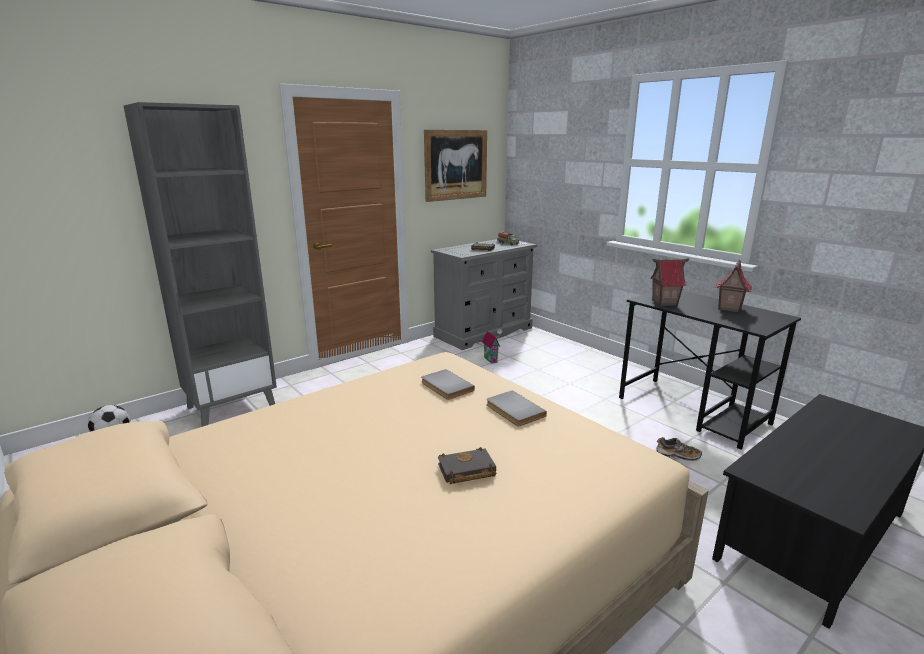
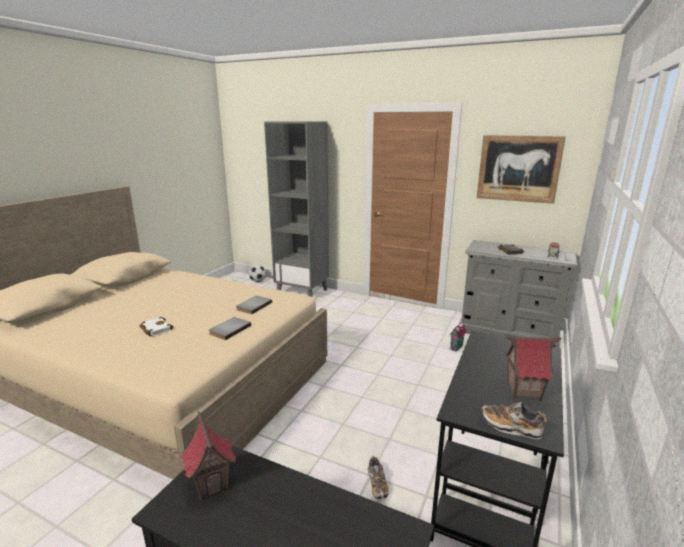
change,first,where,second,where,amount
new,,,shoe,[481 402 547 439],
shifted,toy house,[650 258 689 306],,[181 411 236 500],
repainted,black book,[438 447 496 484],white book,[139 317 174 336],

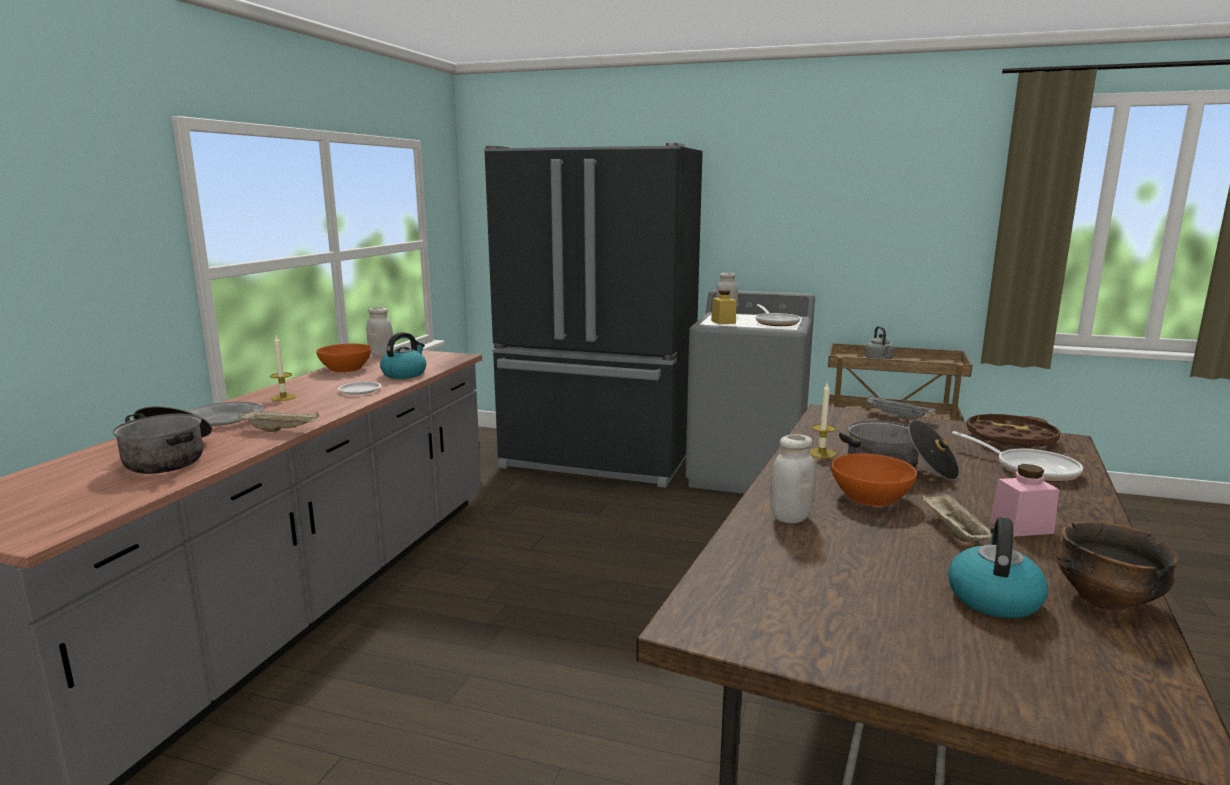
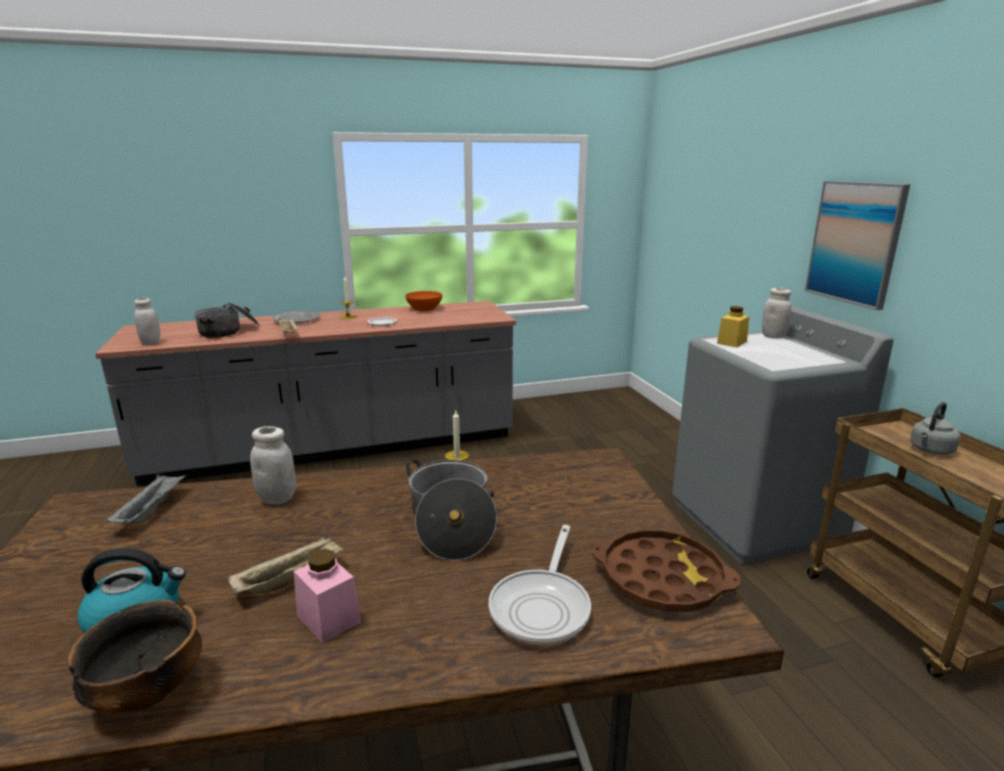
change,first,where,second,where,amount
gone,kettle,[380 332 426 379],,,
gone,black fridge,[484 143 703 488],,,
gone,frying pan,[755 304 801 326],,,
gone,orange bowl,[831 454 917 506],,,
new,,,picture,[805 181 910 310],
shifted,white jar,[366 307 394 357],,[134 298 160 345],
shifted,grey tray,[864 396 936 420],,[106 475 186 523],

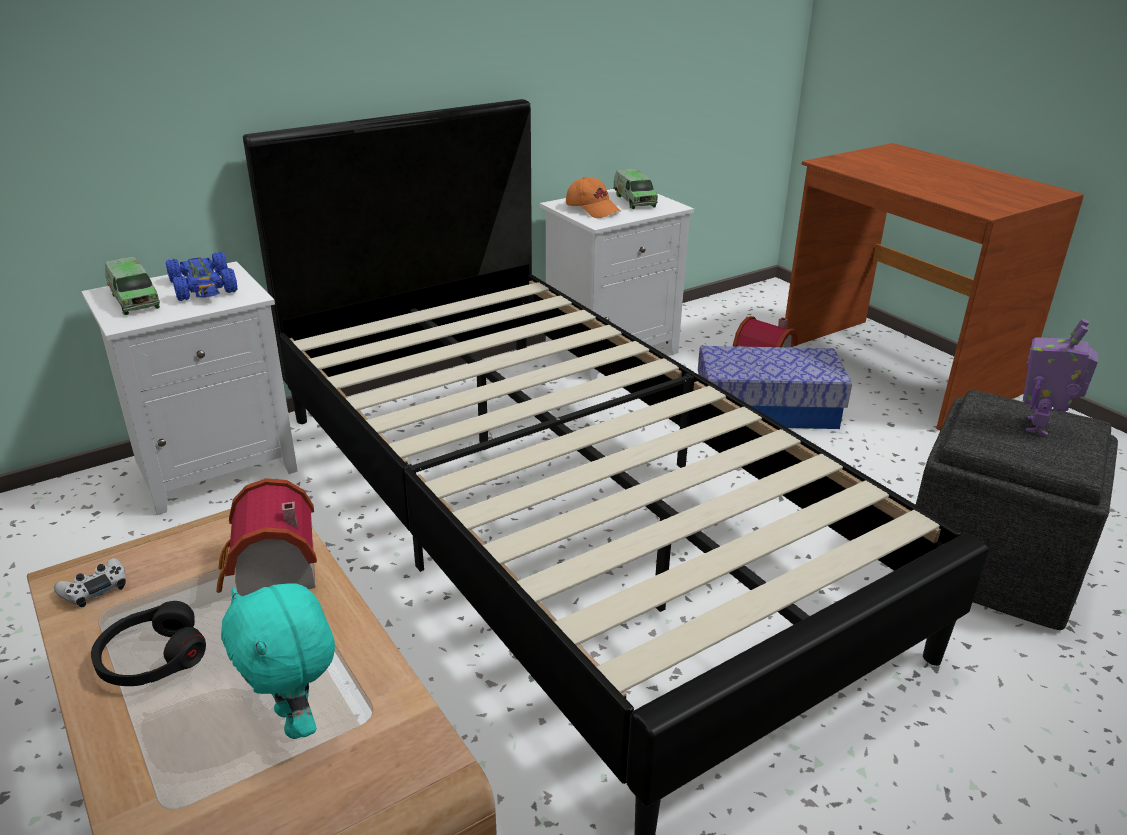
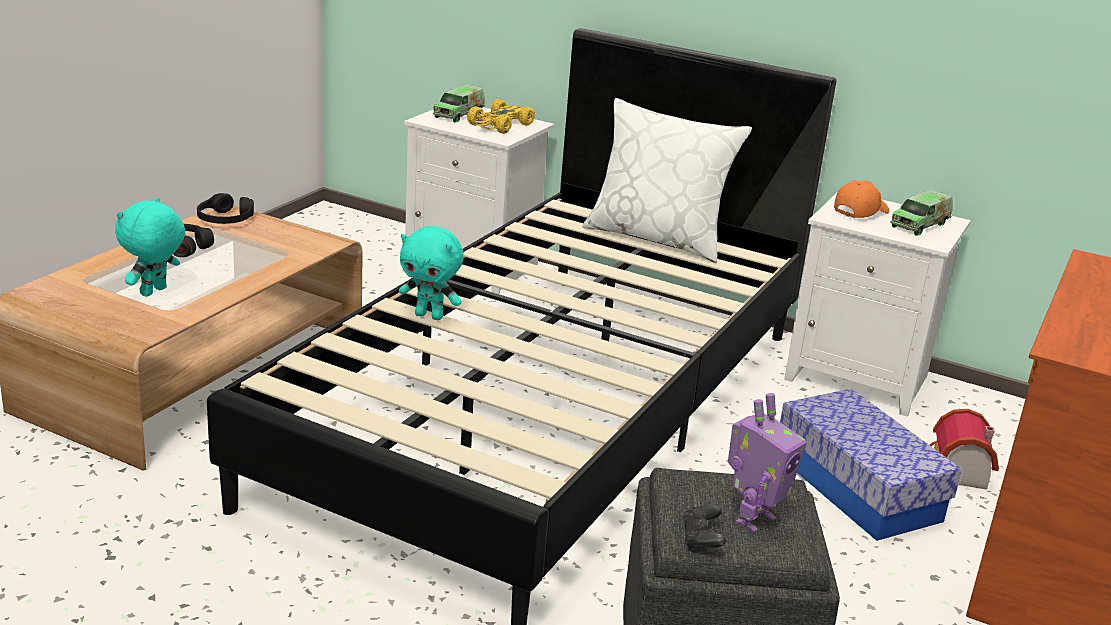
change,first,where,second,where,amount
gone,toy house,[216 478 317 596],,,
new,,,turquoise plush toy,[399 226 463 320],
new,,,white pillow,[582 98 752 263],
new,,,black game controller,[683 505 726 549],
swapped,white game controller,[54 558 126 607],black headphones,[197 193 254 224],
repainted,blue toy car,[166 252 238 301],yellow toy car,[467 99 535 134],
rotated,orange cap,[566 177 620 218],,[834 180 889 218],150 degrees counterclockwise
rotated,toy robot,[1023 319 1098 436],,[728 393 806 533],135 degrees clockwise

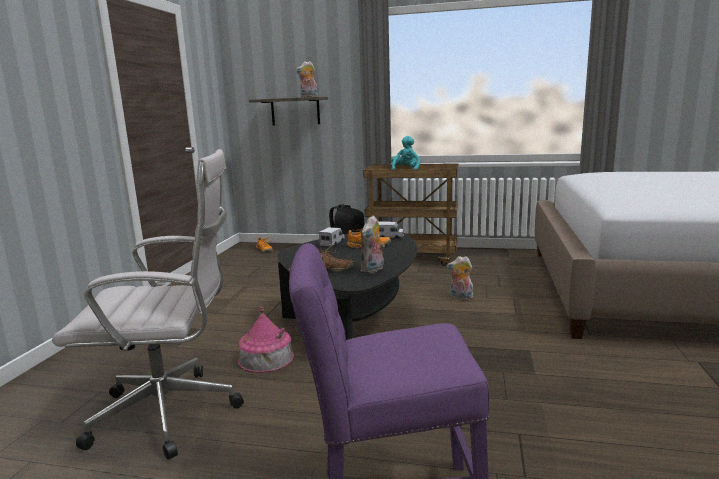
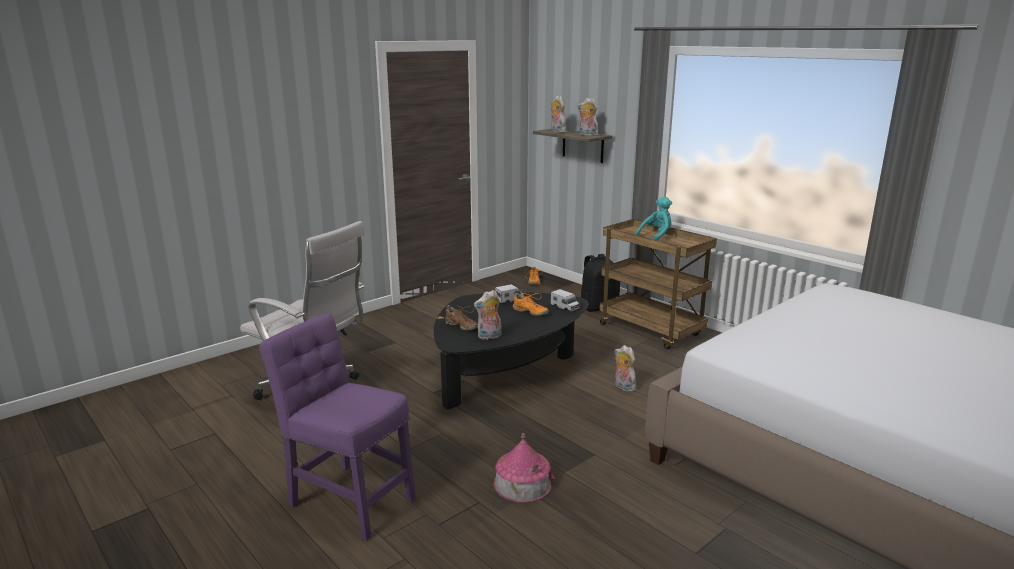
change,first,where,second,where,amount
new,,,plush toy,[551 96 566 133],
shifted,toy house,[238 307 294 373],,[494 433 556 503],

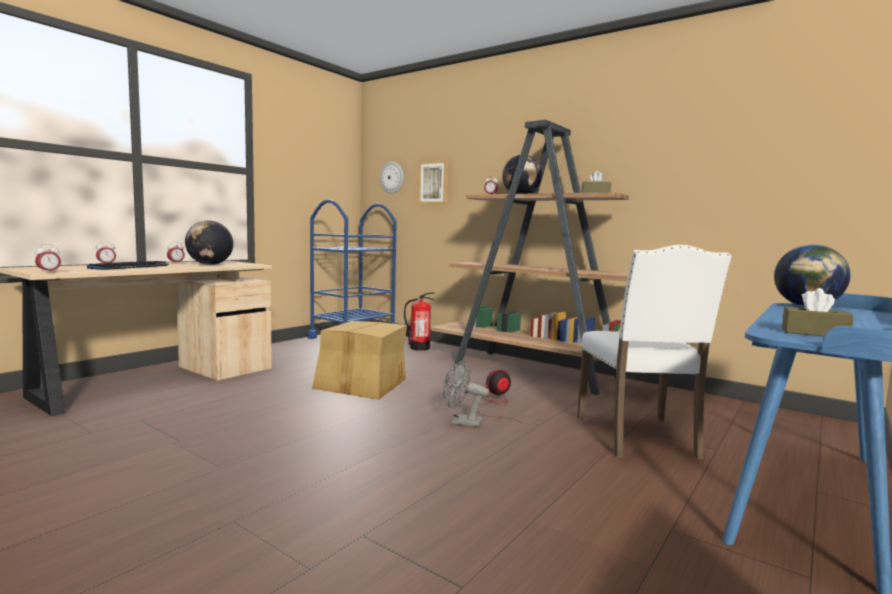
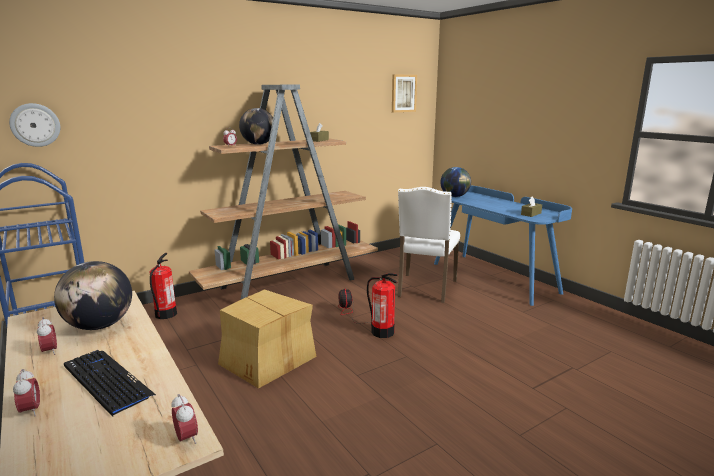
change,first,where,second,where,amount
shifted,picture,[418 160 448 204],,[392 74 417 112],
swapped,grey fan,[443 360 489 427],fire extinguisher,[367 273 398 338],
rotated,white chair,[577 245 732 459],,[397 187 460 303],90 degrees clockwise

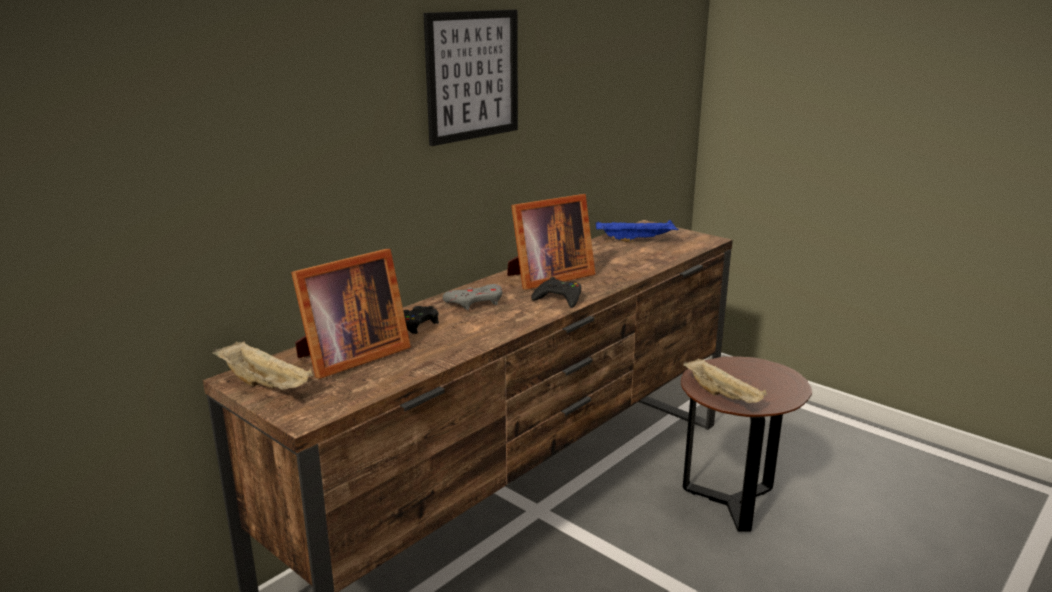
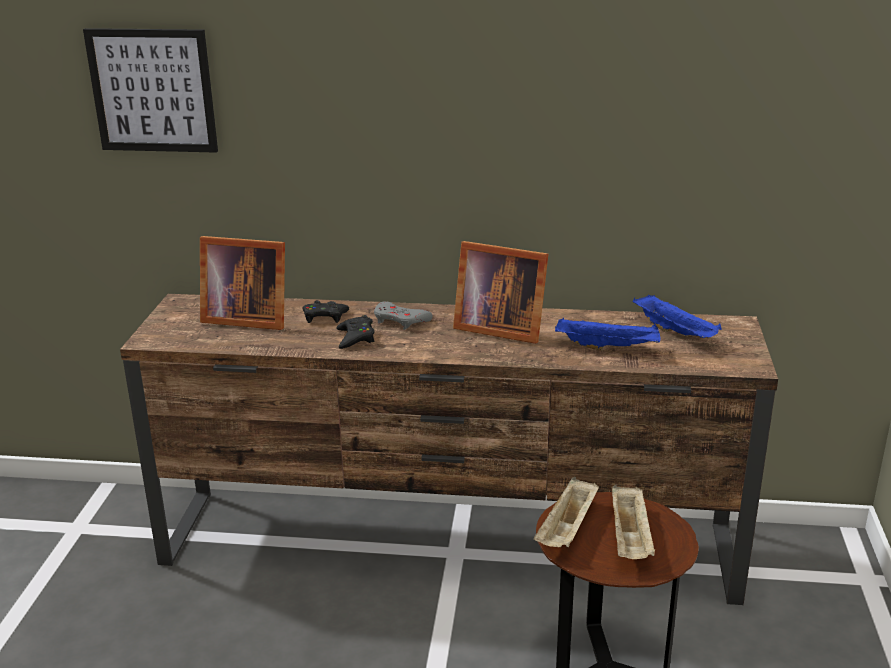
change,first,where,second,where,amount
new,,,blue tray,[555 318 661 350],
shifted,beige tray,[213 341 313 390],,[612 485 656 559],
shifted,picture,[423 10 518 146],,[83 28 218 153],
shifted,black game controller,[531 277 581 308],,[336 315 375 349],

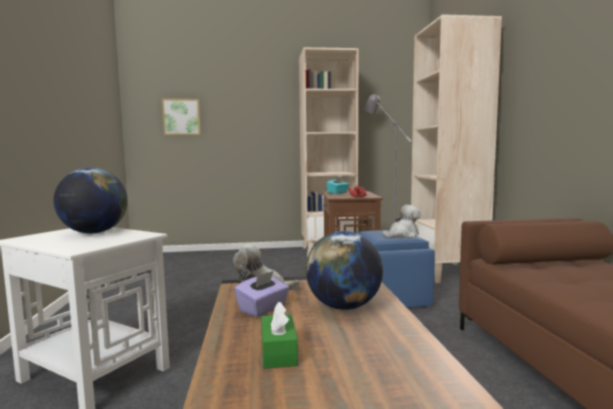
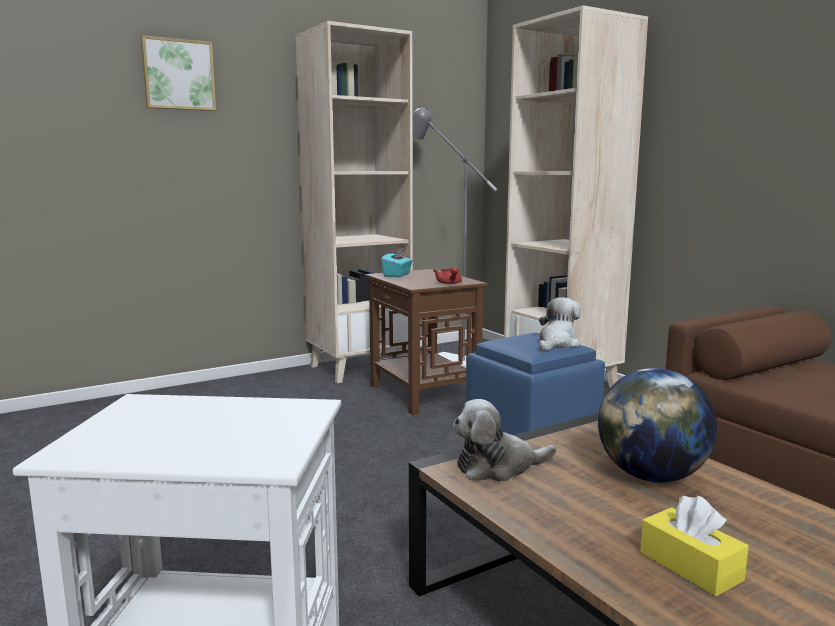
change,first,where,second,where,amount
gone,globe,[53 168 128 234],,,
gone,purple tissue box,[234 271 289 317],,,
shifted,picture,[162 99 201 135],,[141 35 216 111],
repainted,green tissue box,[261 302 298 369],yellow tissue box,[640 496 749 597],

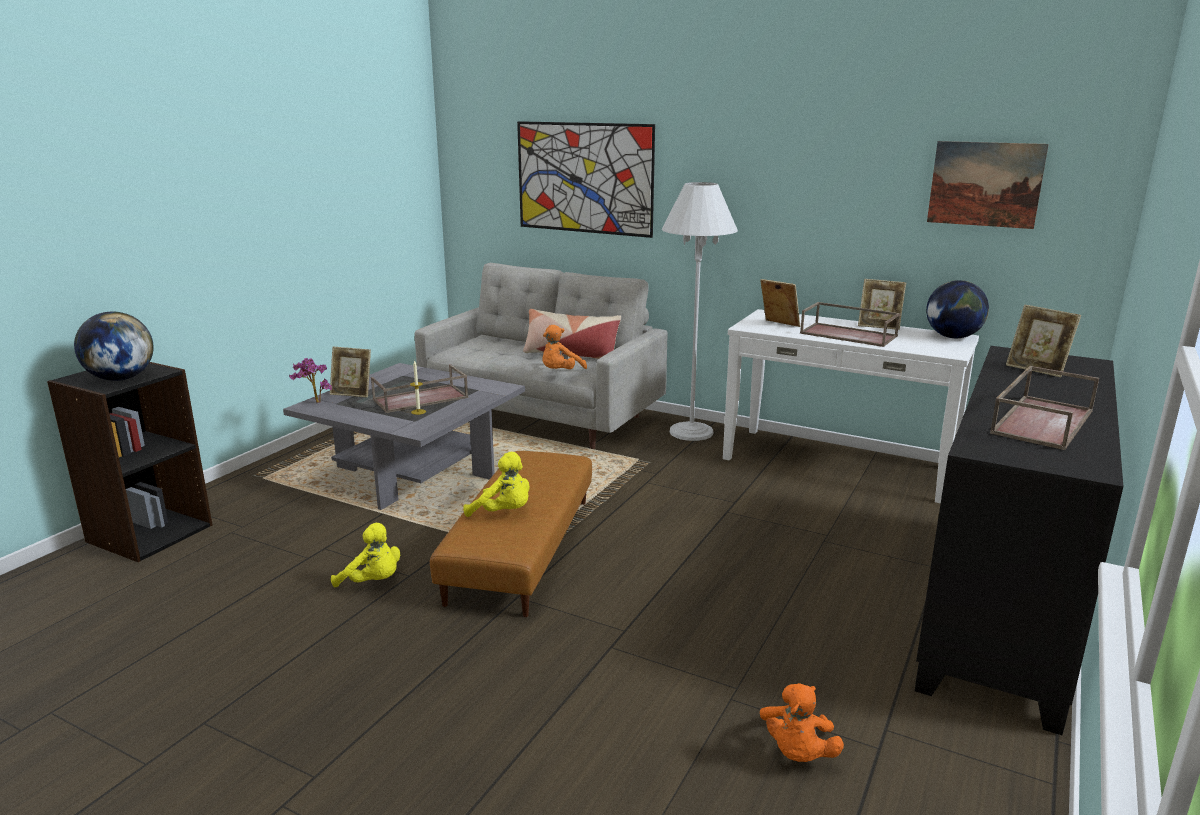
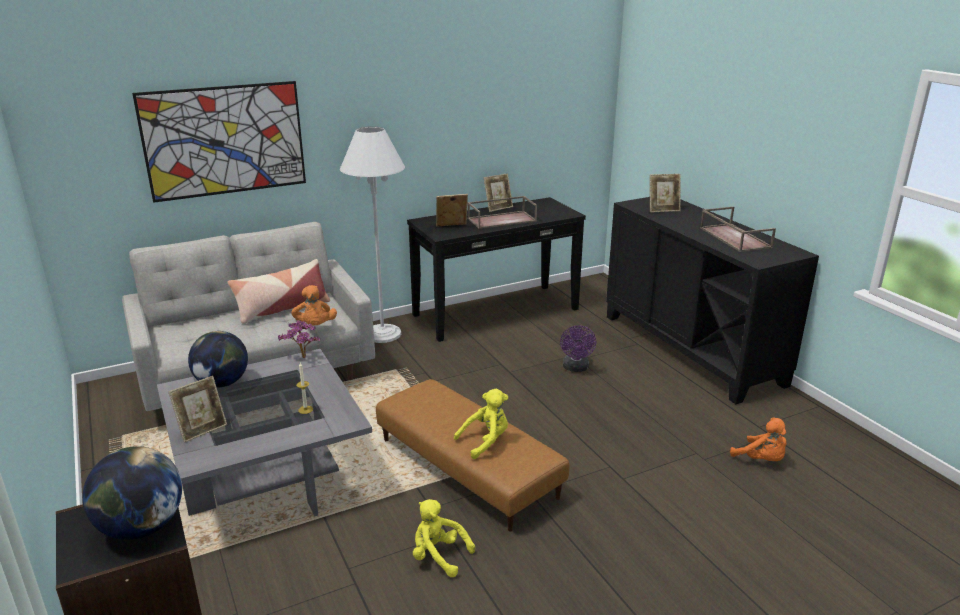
change,first,where,second,where,amount
gone,brown tray,[371 364 468 413],,,
gone,picture,[927 141 1049 229],,,
new,,,purple fan,[560 325 596 372],
shifted,potted plant,[289 358 332 403],,[278 320 320 358],
shifted,globe,[926 280 989 338],,[188 331 248 388],
repainted,white console table,[723 309 979 504],black console table,[407 197 586 342],
rotated,yellow plush toy,[331 523 400 587],,[413 499 475 577],120 degrees counterclockwise

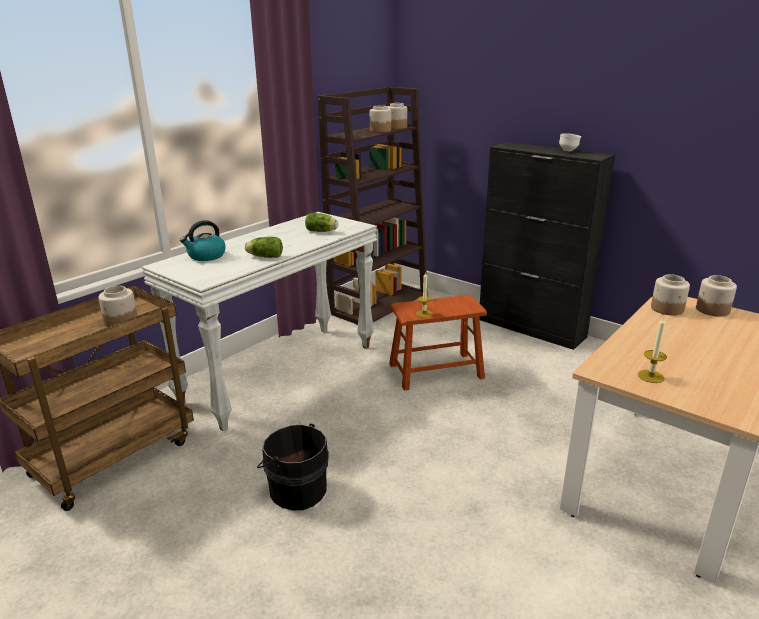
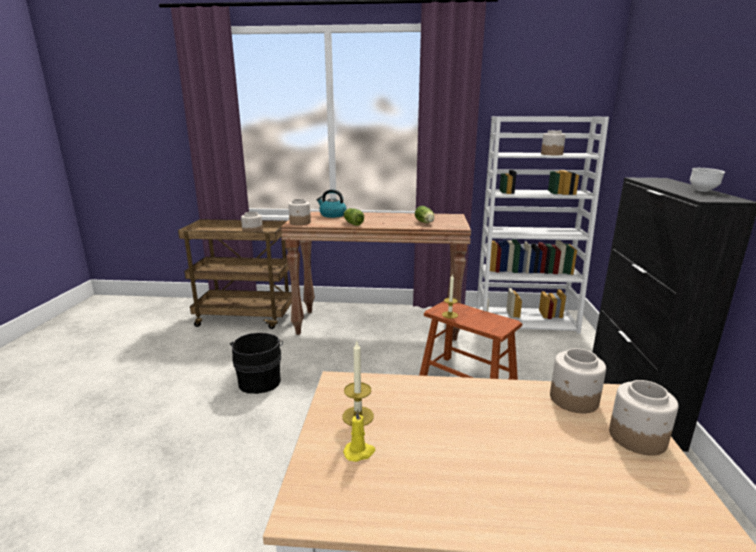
change,first,where,second,where,amount
new,,,yellow candle,[343 409 375 462],
shifted,jar,[387 103 407 129],,[288 199 311 225],
repainted,white console table,[142 212 377 431],brown console table,[281 211 471 341],
repainted,brown bookcase,[318 87 428 325],white bookcase,[476 116 609 333],

